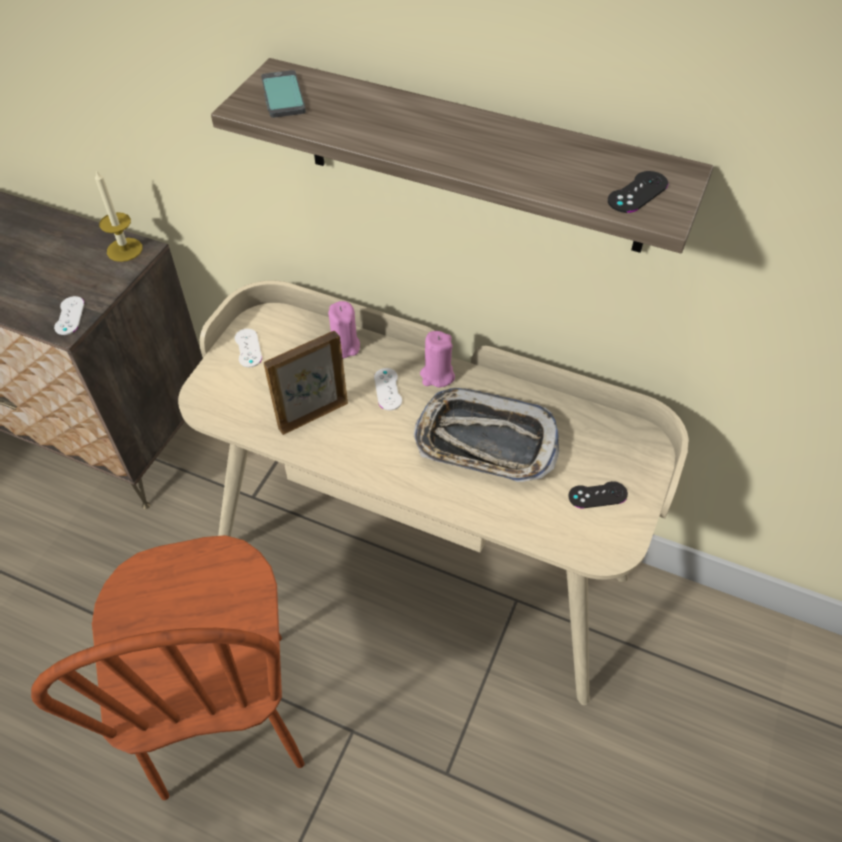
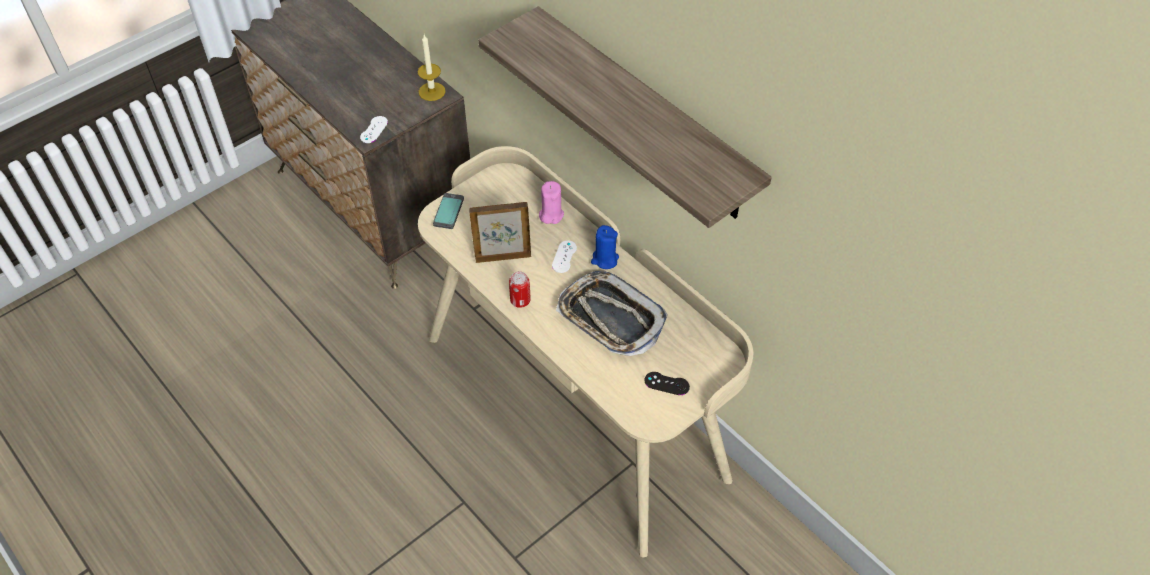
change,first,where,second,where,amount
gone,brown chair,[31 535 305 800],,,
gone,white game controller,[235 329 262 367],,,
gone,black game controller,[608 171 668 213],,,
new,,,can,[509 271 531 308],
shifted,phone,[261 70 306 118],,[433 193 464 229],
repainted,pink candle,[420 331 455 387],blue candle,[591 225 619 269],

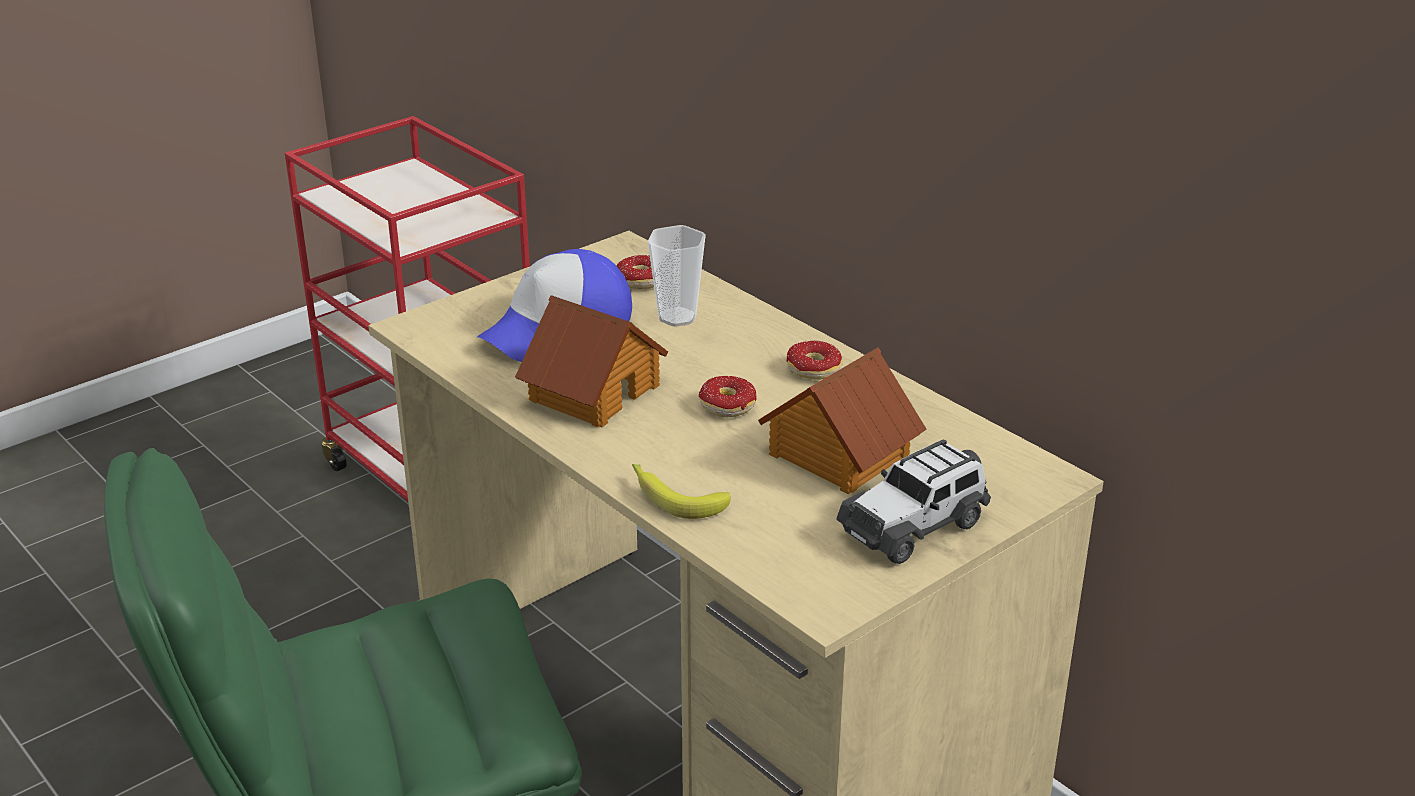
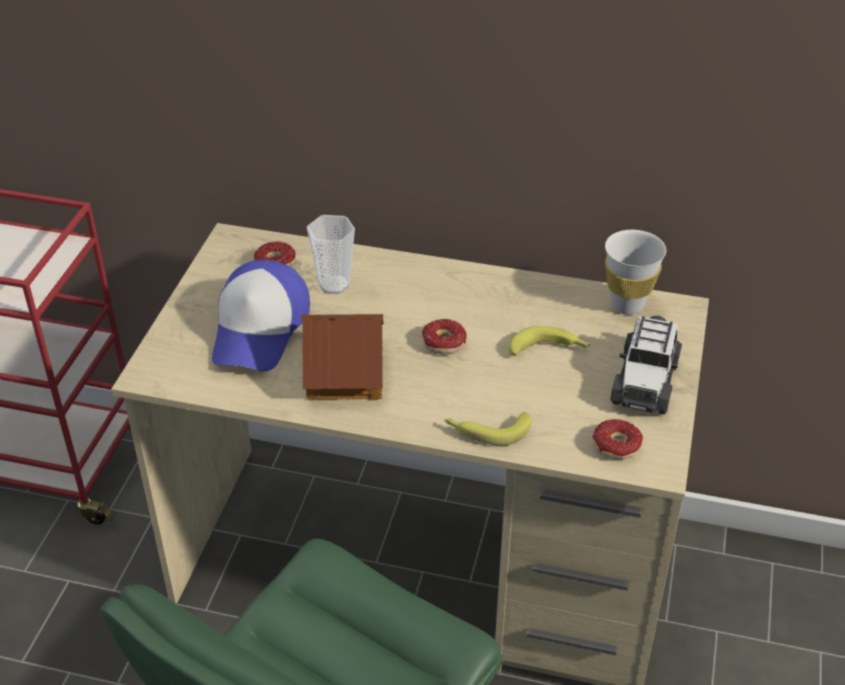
change,first,where,second,where,amount
new,,,white cup,[605 230 666 315],
shifted,donut,[786 341 843 380],,[592 419 643 459],
swapped,toy house,[758 348 927 494],banana,[509 326 591 356],

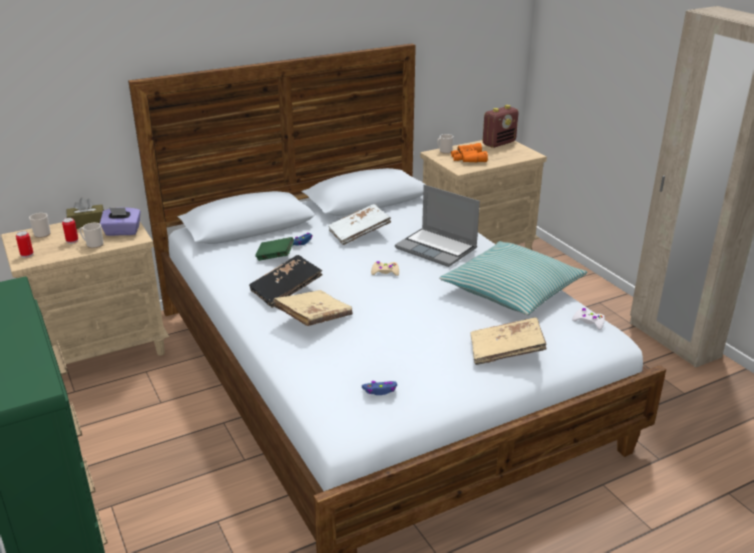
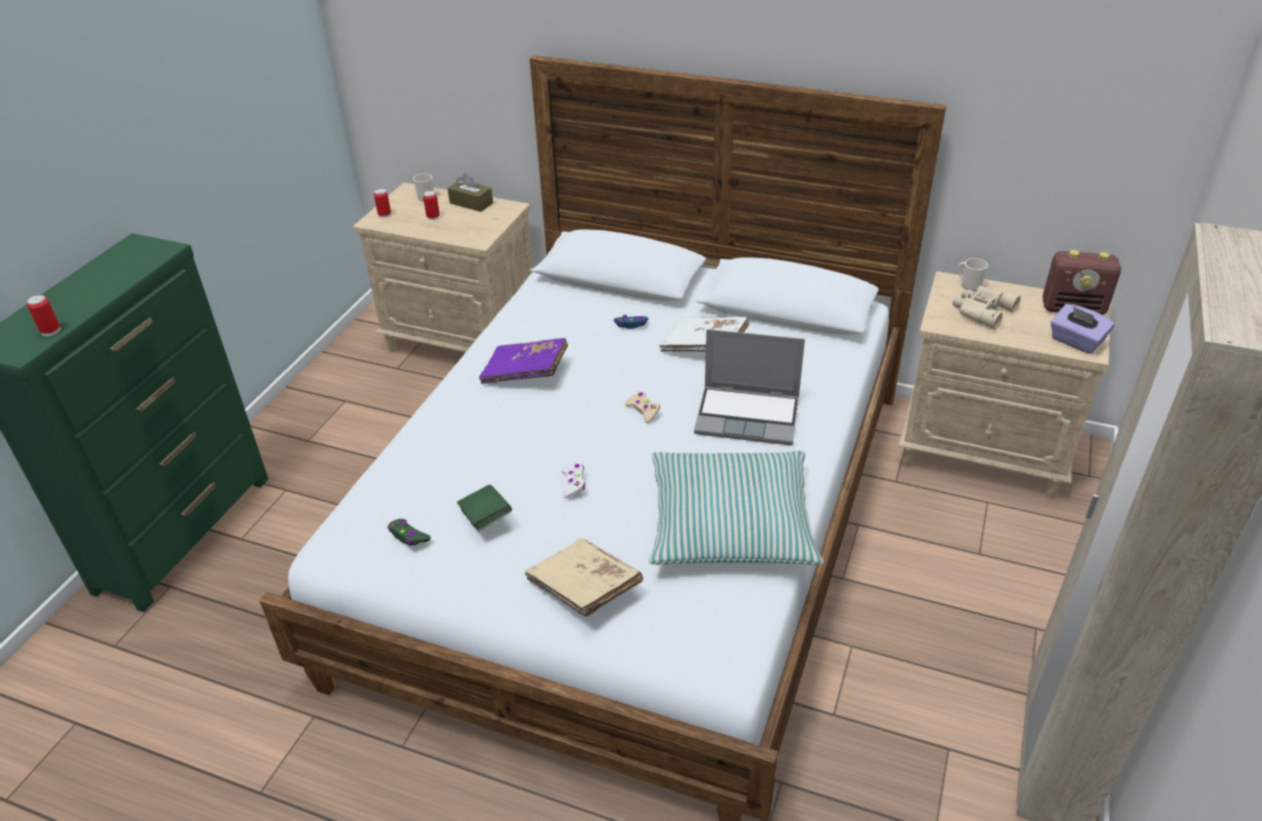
change,first,where,second,where,amount
gone,mug,[79 223 103 248],,,
gone,beige book,[273 290 353 326],,,
new,,,can,[27 295 60 336],
shifted,purple tissue box,[100 207 141 236],,[1051 304 1115 354],
shifted,green book,[255 237 294 261],,[457 485 512 531],
shifted,white game controller,[572 308 605 330],,[561 463 585 498],
repainted,black book,[249 255 322 308],purple book,[479 338 568 384],
repainted,blue game controller,[362 381 397 395],green game controller,[388 519 431 546],
repainted,orange binoculars,[451 143 488 162],beige binoculars,[953 286 1021 329],
rotated,laptop,[395 185 480 267],,[694 329 805 445],75 degrees counterclockwise

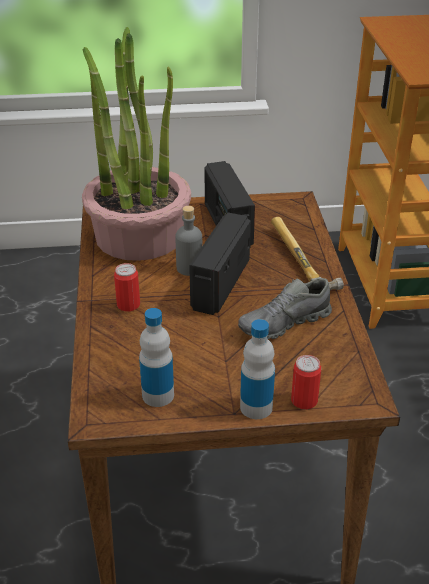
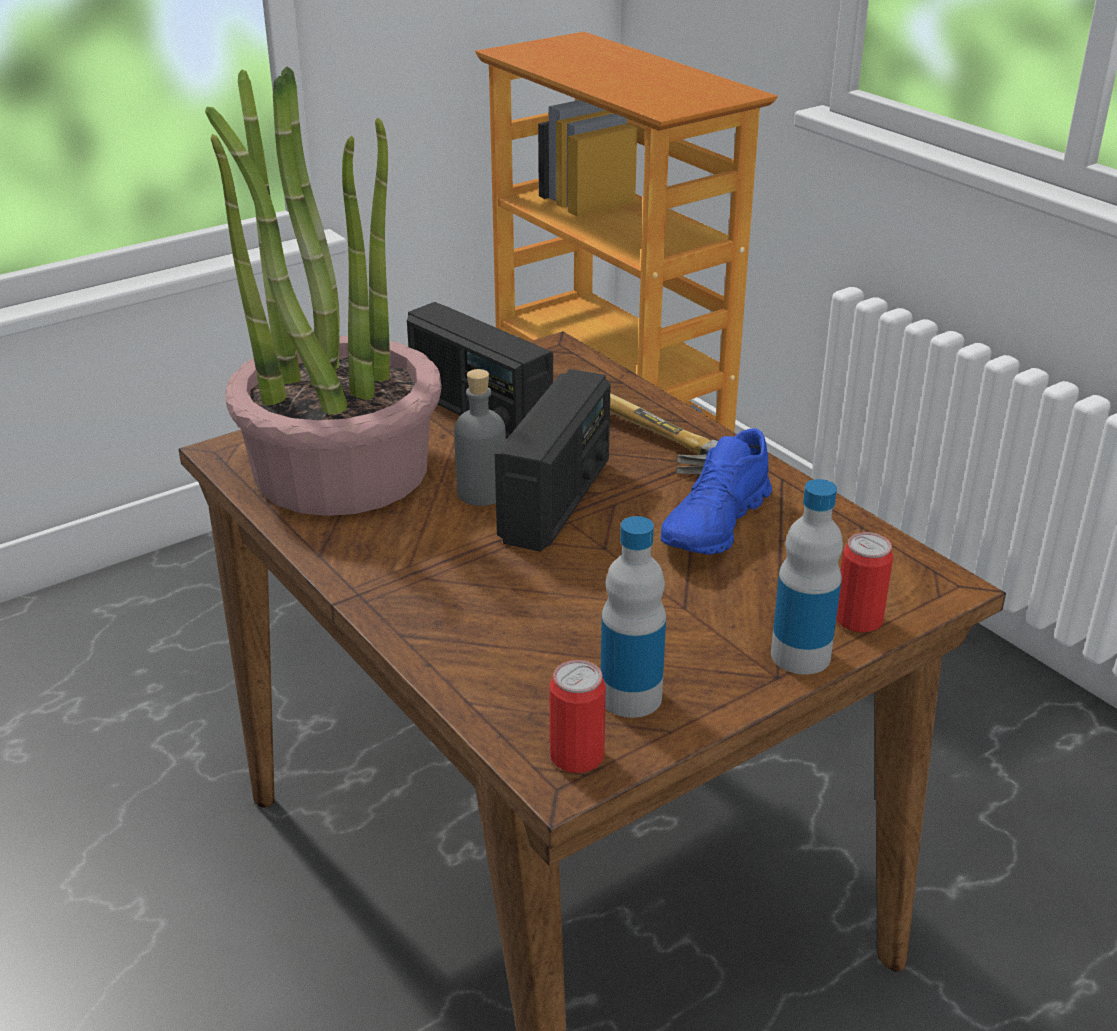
change,first,where,second,where,amount
shifted,can,[114 263 140 311],,[549 660 606 773],
repainted,grey shoe,[238 278 332 339],blue shoe,[661 428 772 555],
rotated,radio,[189 212 251 315],,[495 369 611 552],150 degrees counterclockwise

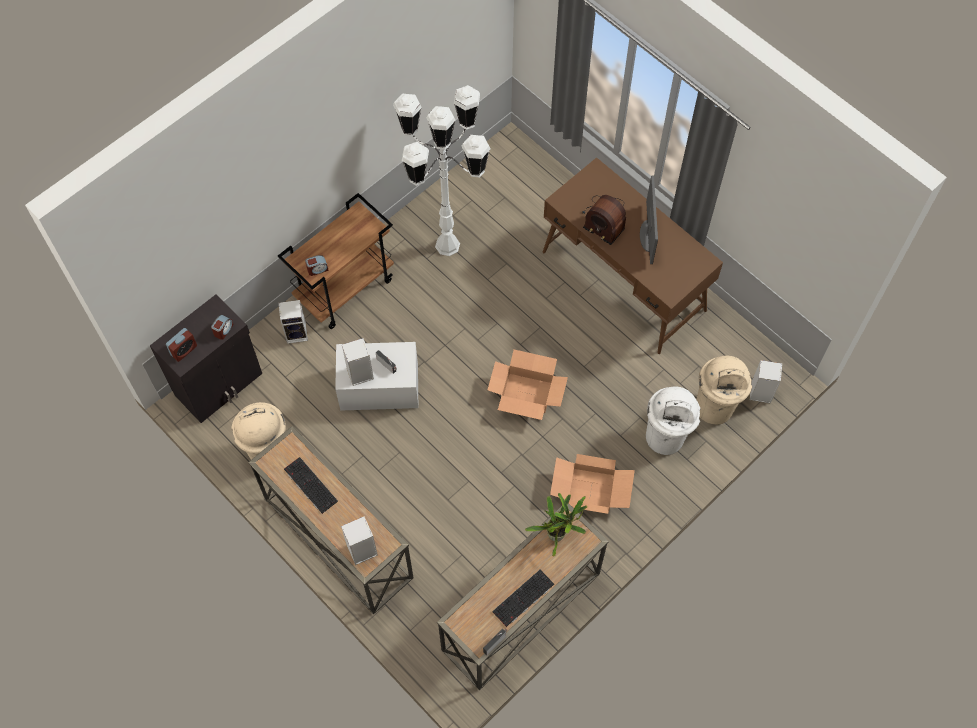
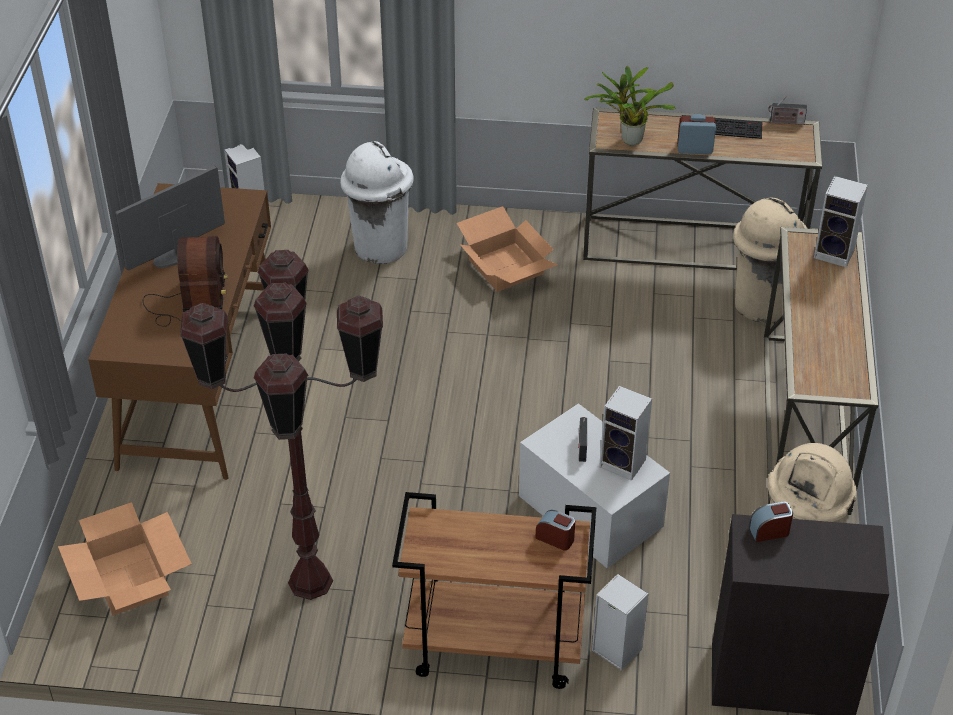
change,first,where,second,where,amount
gone,keyboard,[284 457 338 514],,,
shifted,alarm clock,[166 328 197 362],,[677 114 716 154],
shifted,cardboard box,[487 350 568 420],,[58 502 192 616],
shifted,beige trash can,[696 356 752 425],,[733 198 808 323],
repainted,white floor lamp,[393 85 491 256],brown floor lamp,[180 250 383 600],

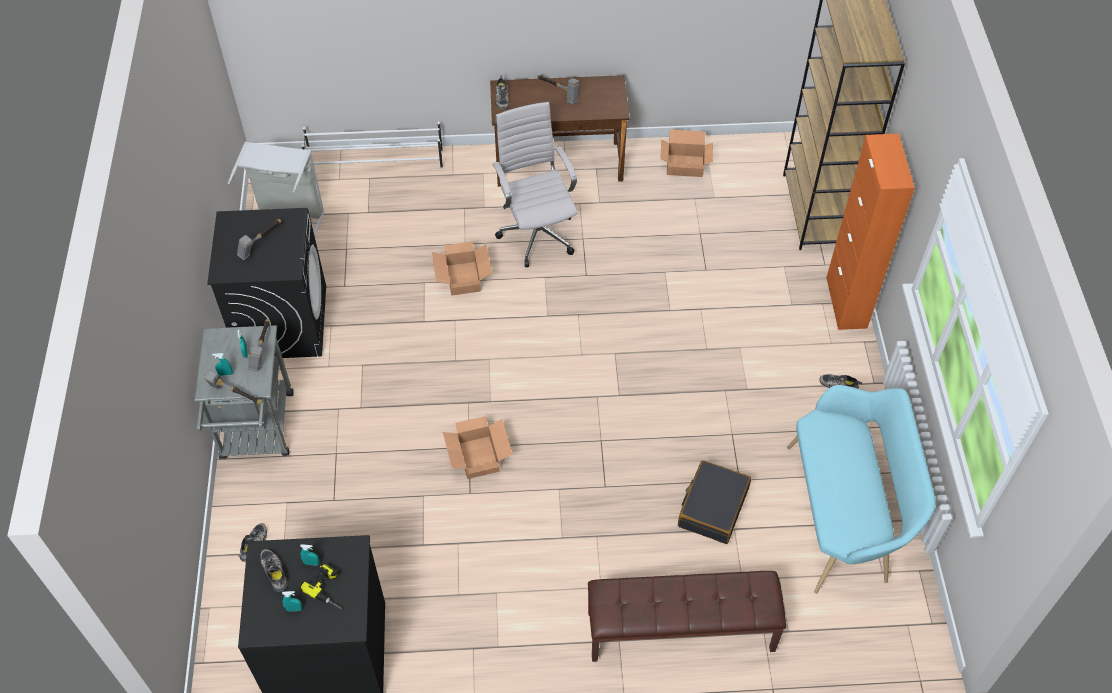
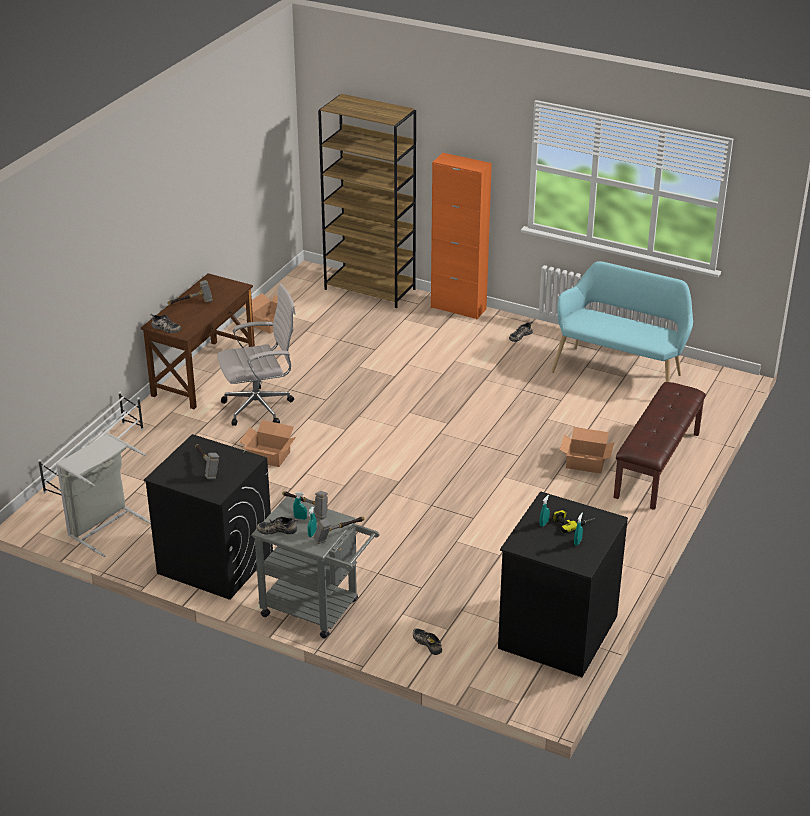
change,first,where,second,where,amount
gone,black suitcase,[678 460 751 544],,,
shifted,shoe,[260 549 288 592],,[257 517 298 534],
shifted,cardboard box,[443 416 512 479],,[560 427 614 474],
rotated,white office chair,[493 102 578 267],,[217 283 296 426],150 degrees clockwise

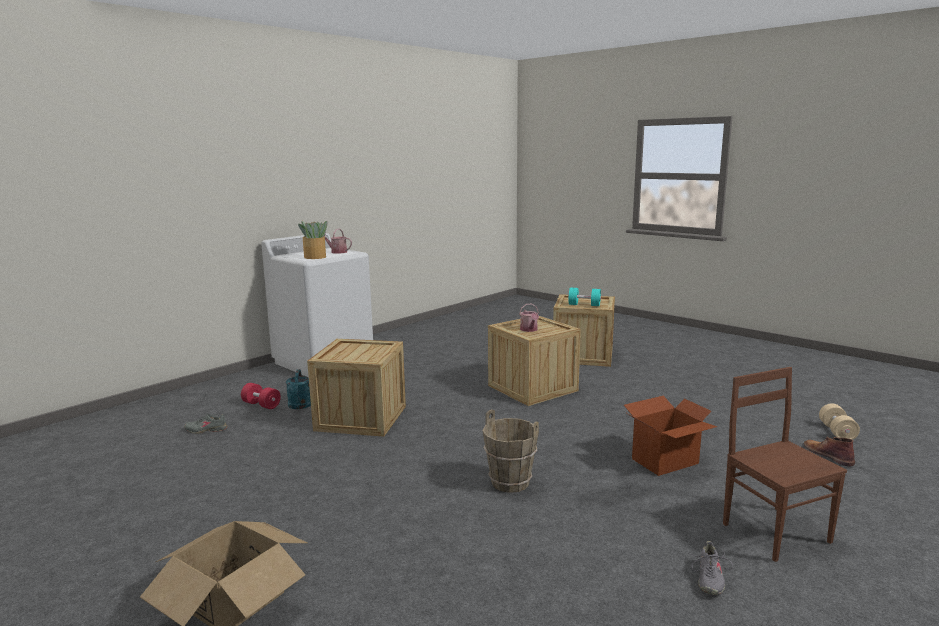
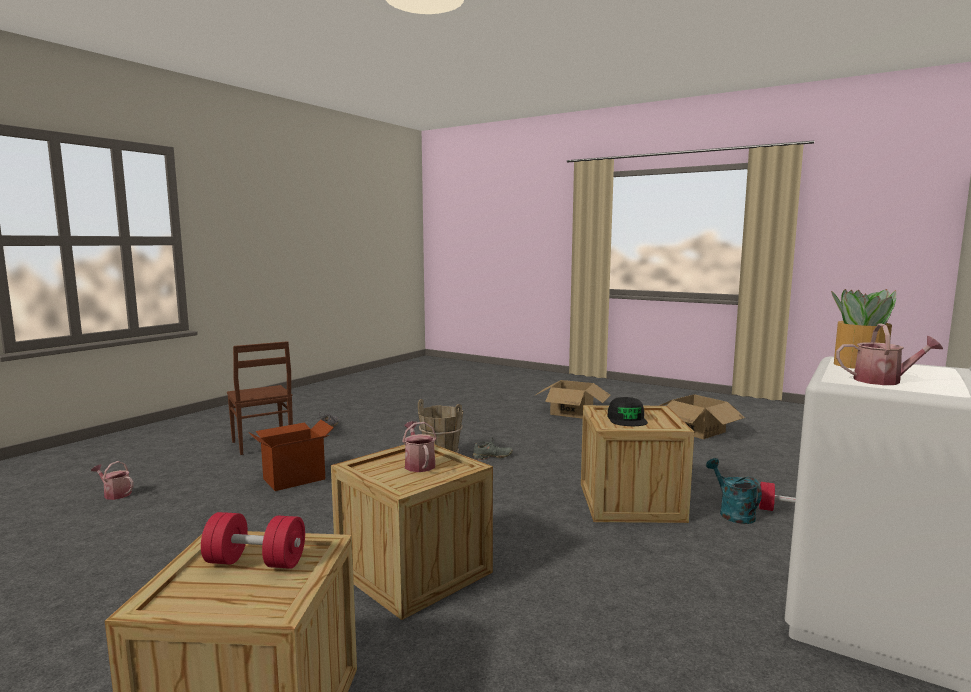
change,first,where,second,where,amount
gone,beige dumbbell,[819 403 860 440],,,
new,,,black cap,[608 397 648 426],
new,,,cardboard box,[659 394 745 439],
shifted,grey shoe,[184 414 227 434],,[473 437 513 460],
swapped,brown boot,[804 437 855 466],watering can,[91 461 134 500],
repainted,turquoise dumbbell,[568 288 601 306],red dumbbell,[201 512 305 569],

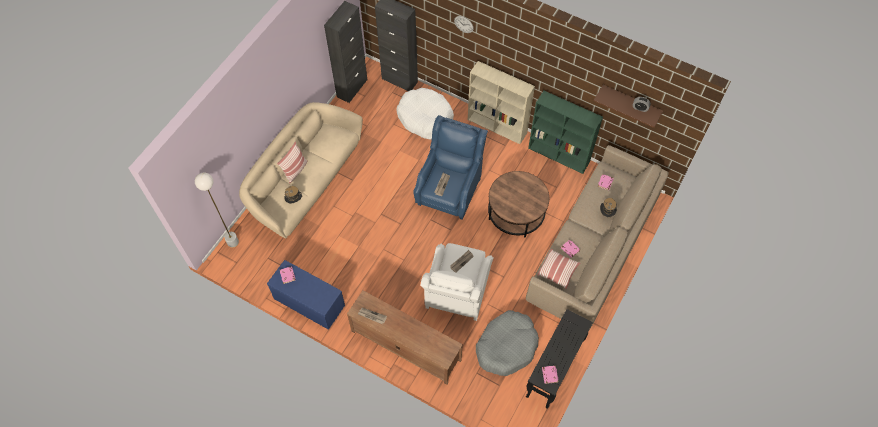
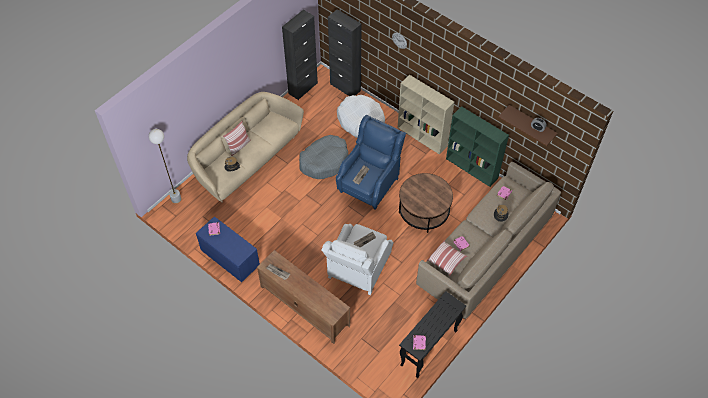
change,first,where,second,where,amount
shifted,grey dog bed,[476 310 539 376],,[299 135 348 179],

